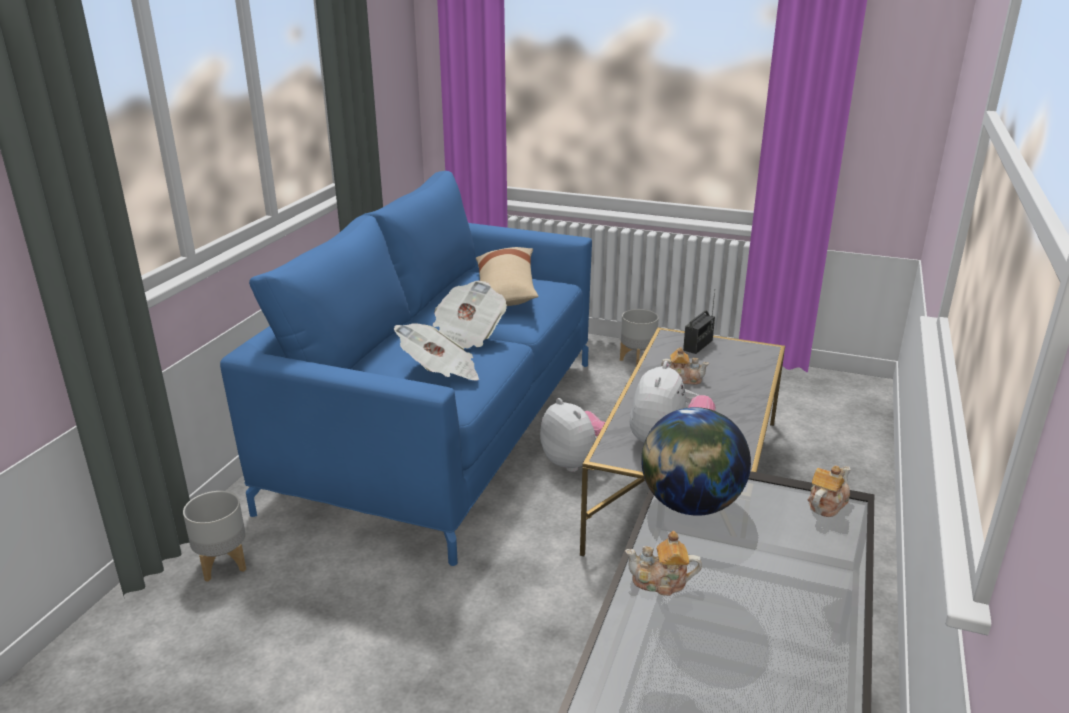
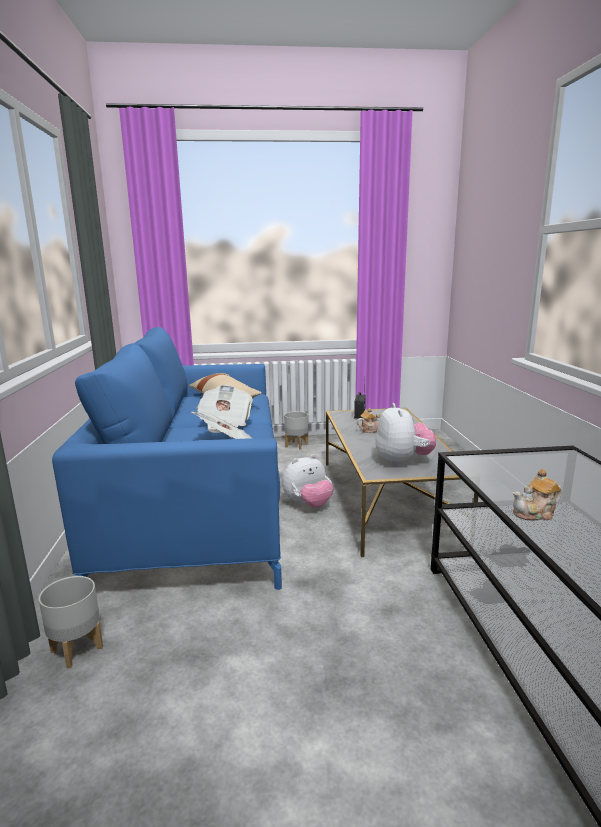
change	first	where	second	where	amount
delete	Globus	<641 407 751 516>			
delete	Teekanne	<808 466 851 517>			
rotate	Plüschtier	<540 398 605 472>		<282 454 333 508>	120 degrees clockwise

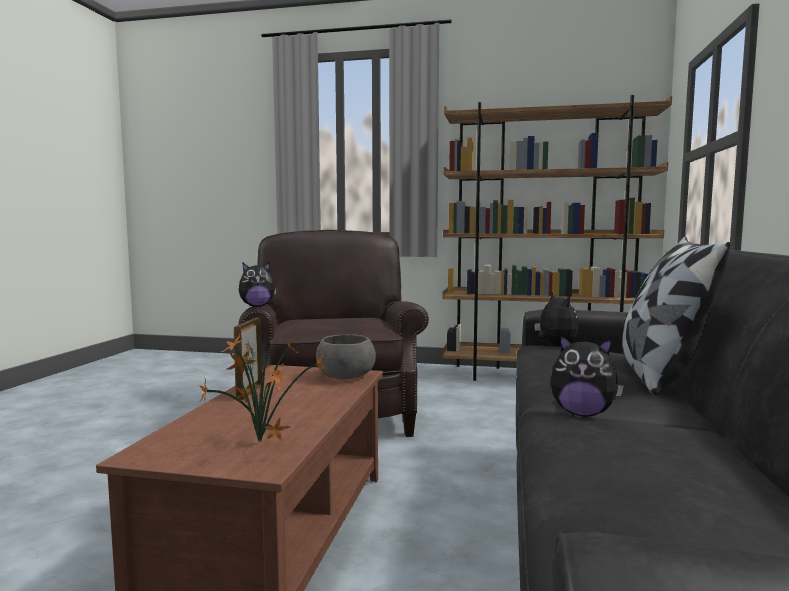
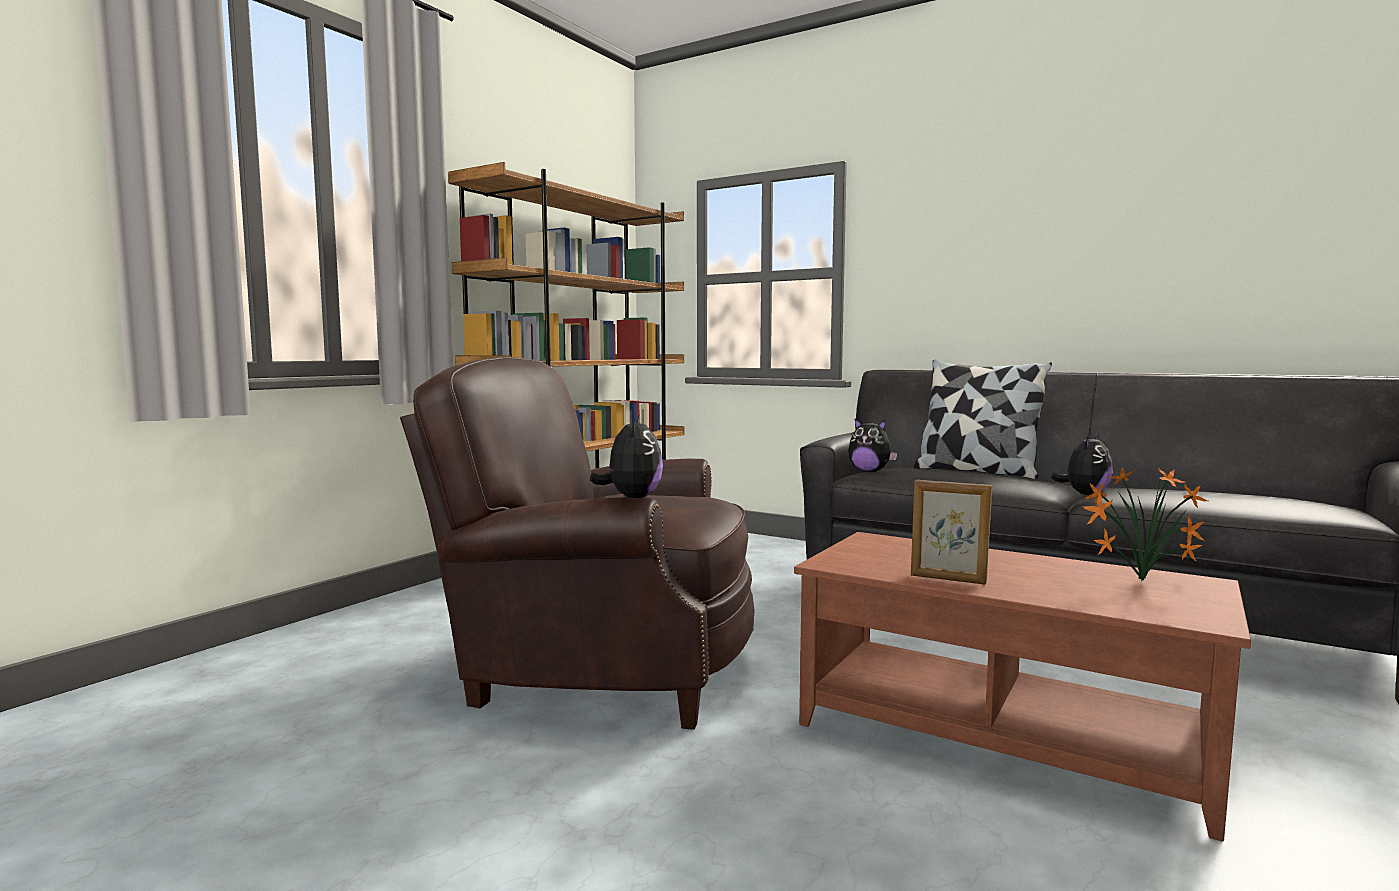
change	first	where	second	where	amount
delete	Schüssel/grau	<316 334 376 379>			
rotate	Plüschtier	<534 292 579 346>		<848 419 897 472>	150 degrees counterclockwise

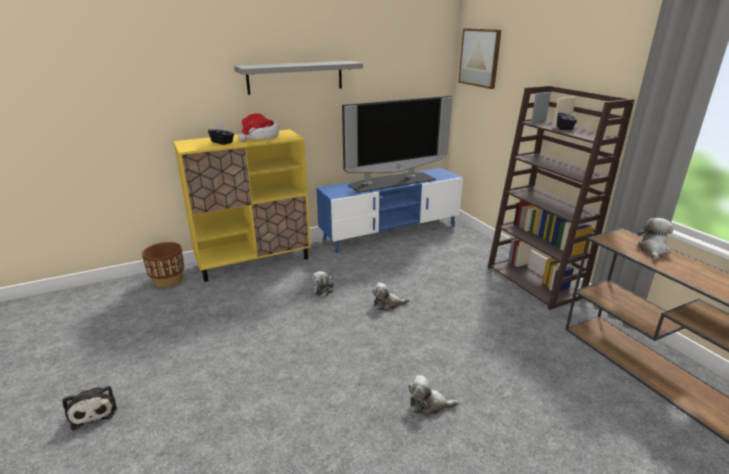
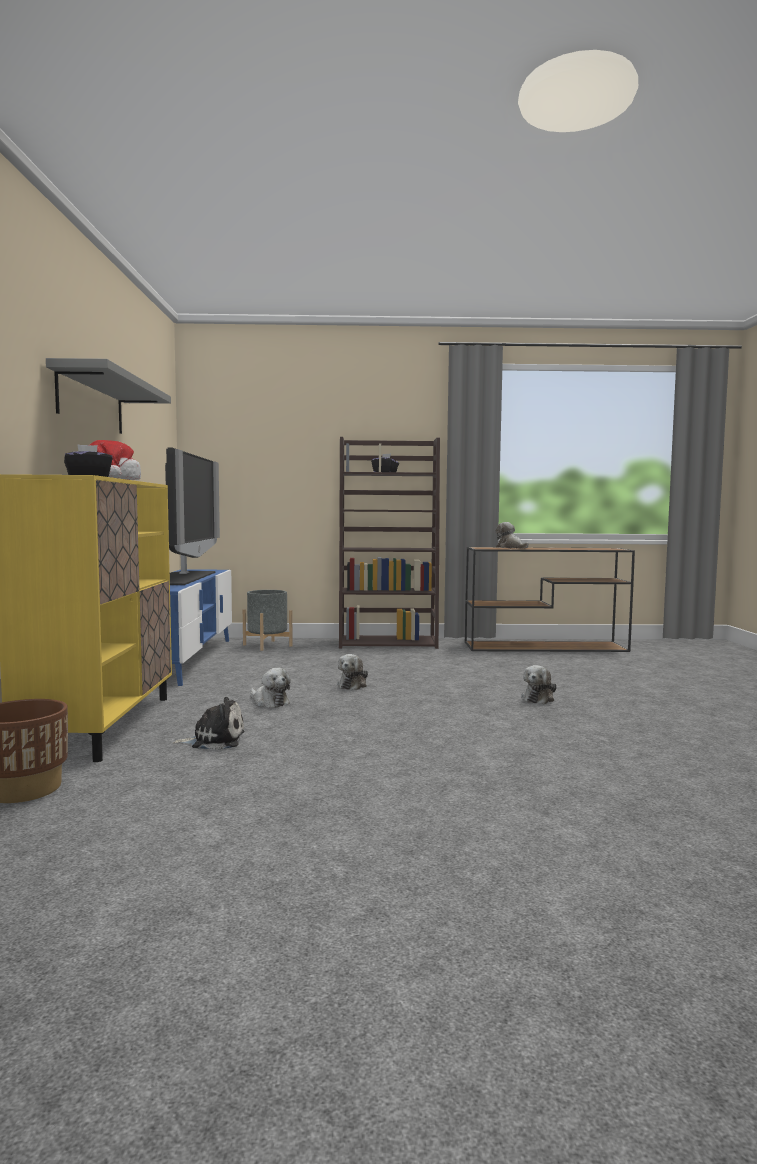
change	first	where	second	where	amount
delete	Bild	<458 28 501 89>			
insert			Pflanzkübel/grau	<243 590 292 651>	
move	Plüschtier	<62 386 117 431>		<173 697 245 750>	

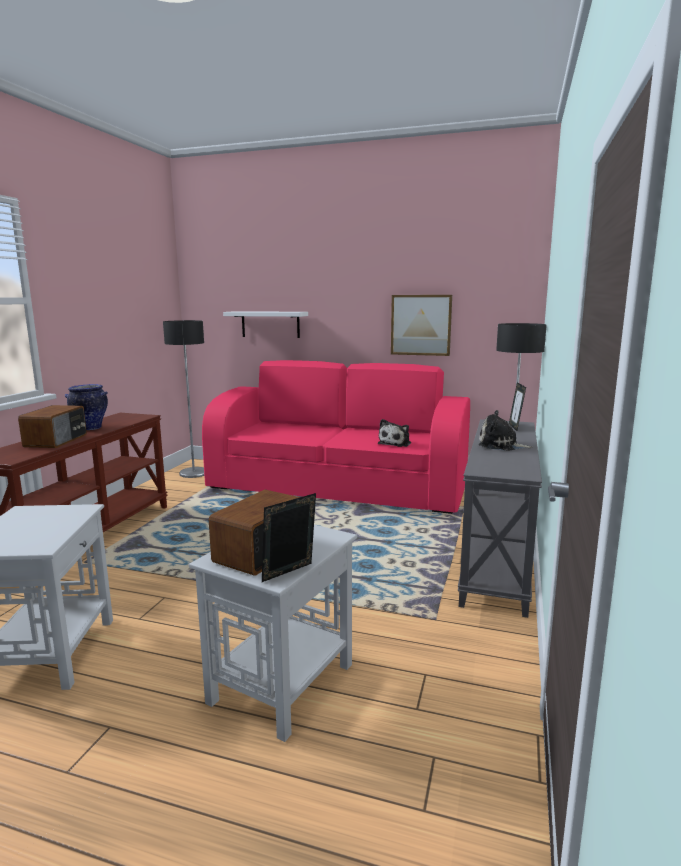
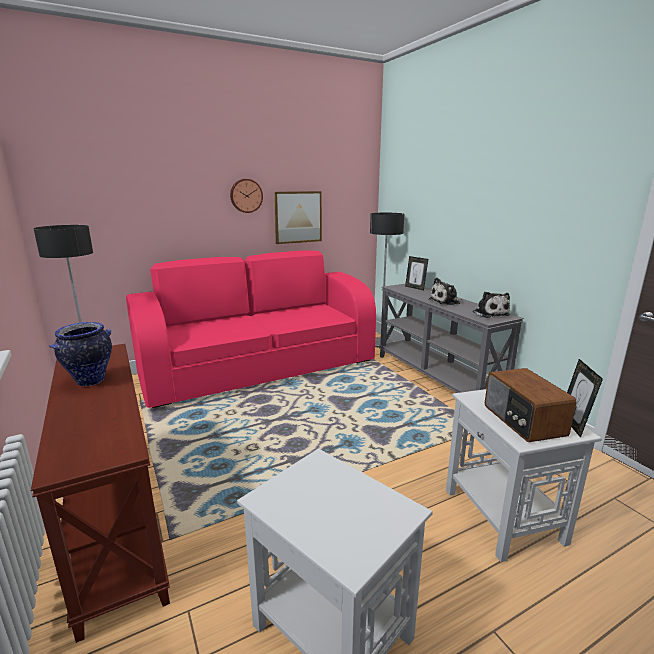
change	first	where	second	where	amount
delete	Radio	<18 405 87 448>			
delete	Wandregal/weiß	<223 311 308 338>			
insert			Wanduhr	<230 179 263 213>	
move	Plüschtier	<378 419 411 447>		<473 292 510 318>	

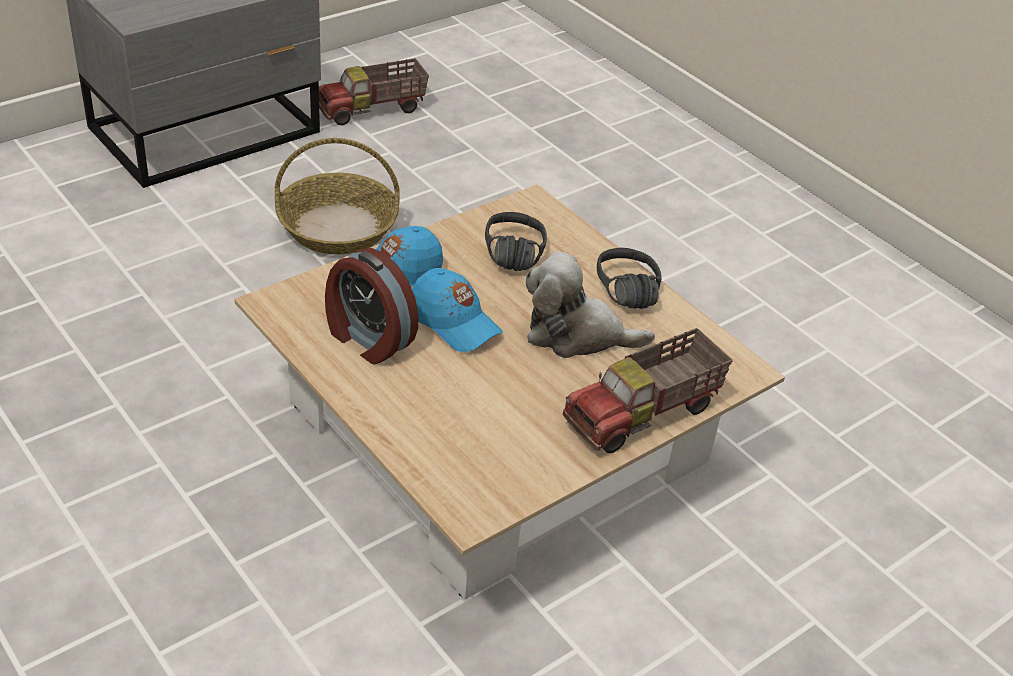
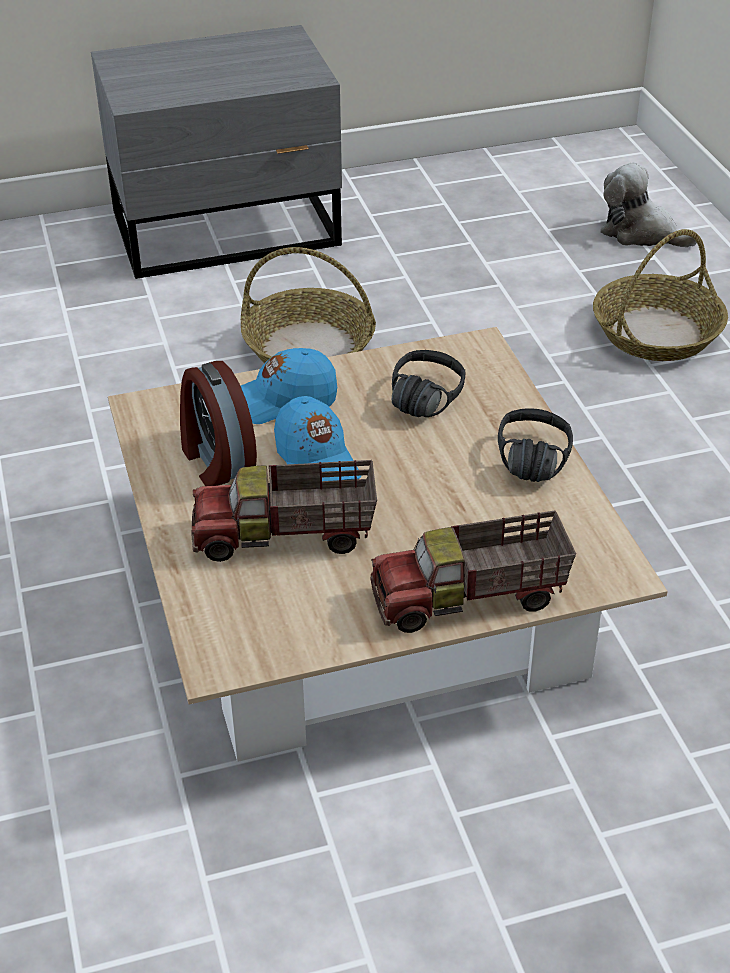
change	first	where	second	where	amount
insert			Korb	<593 229 728 361>	
move	Spielzeuglaster	<319 58 429 125>		<192 460 377 562>	
move	Plüschtier	<526 251 655 358>		<600 162 697 247>	

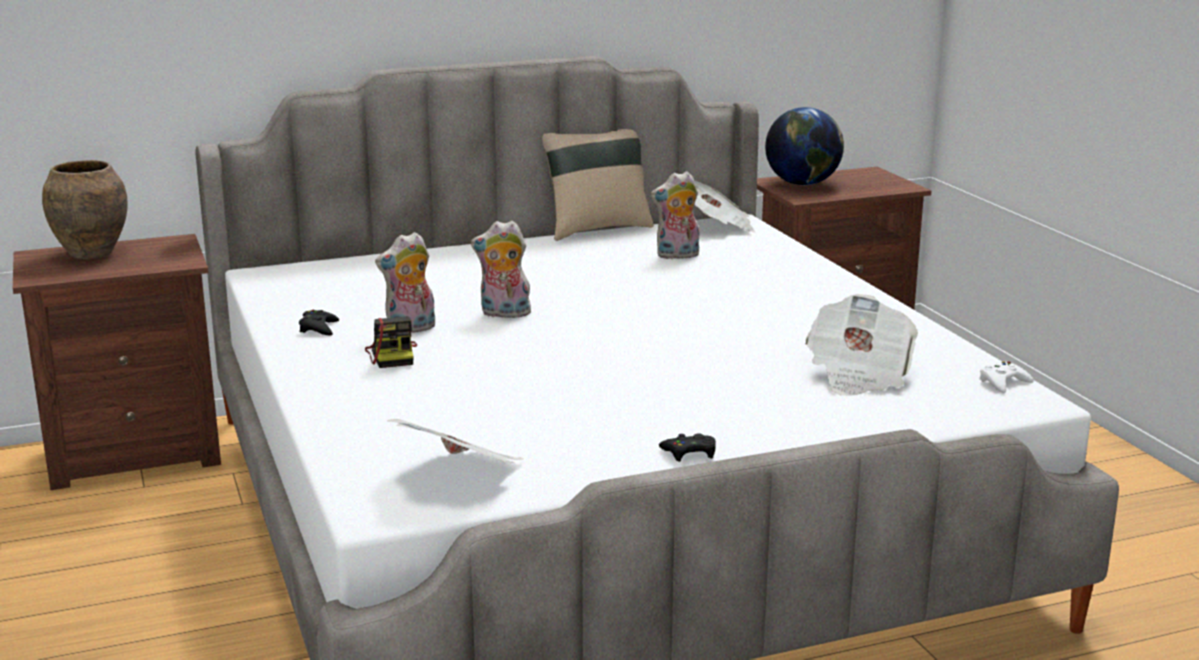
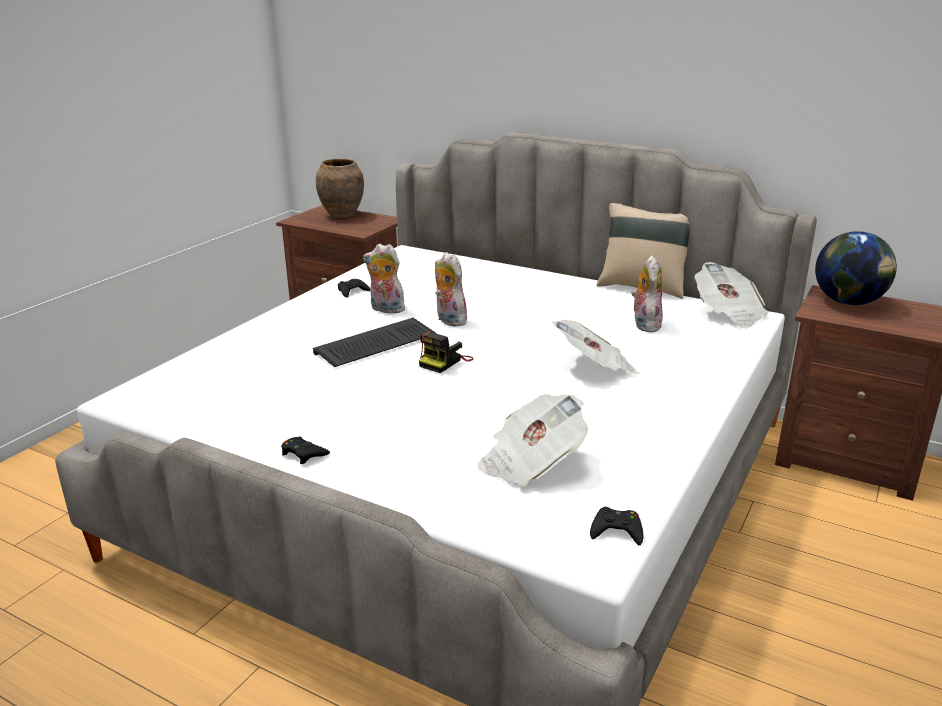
change	first	where	second	where	amount
insert			Tastatur	<313 318 437 367>	
move	Kamera	<365 316 417 368>		<419 331 473 373>	
move	Zeitung	<388 419 524 463>		<552 320 639 374>	
recolor	Gamepad/weiß	<979 361 1034 393>	Gamepad/schwarz	<590 507 644 545>	
rotate	Plüschtier	<651 171 700 259>		<631 256 663 332>	60 degrees clockwise

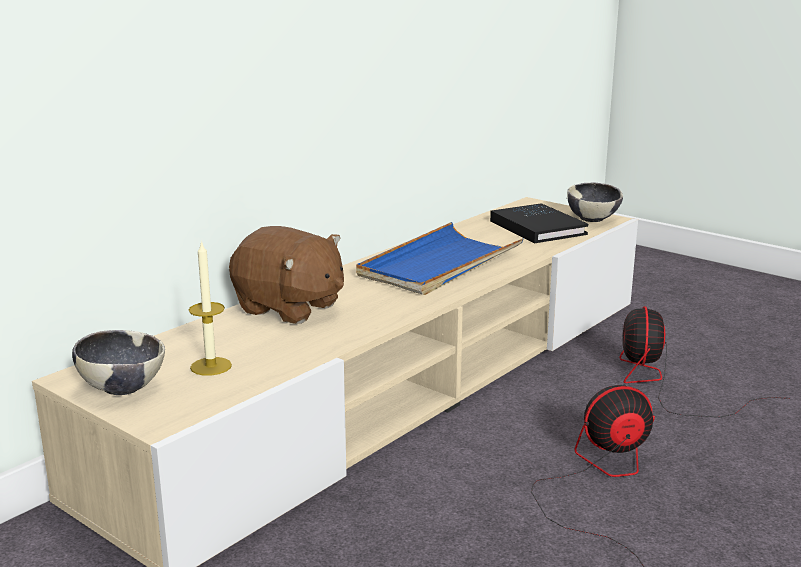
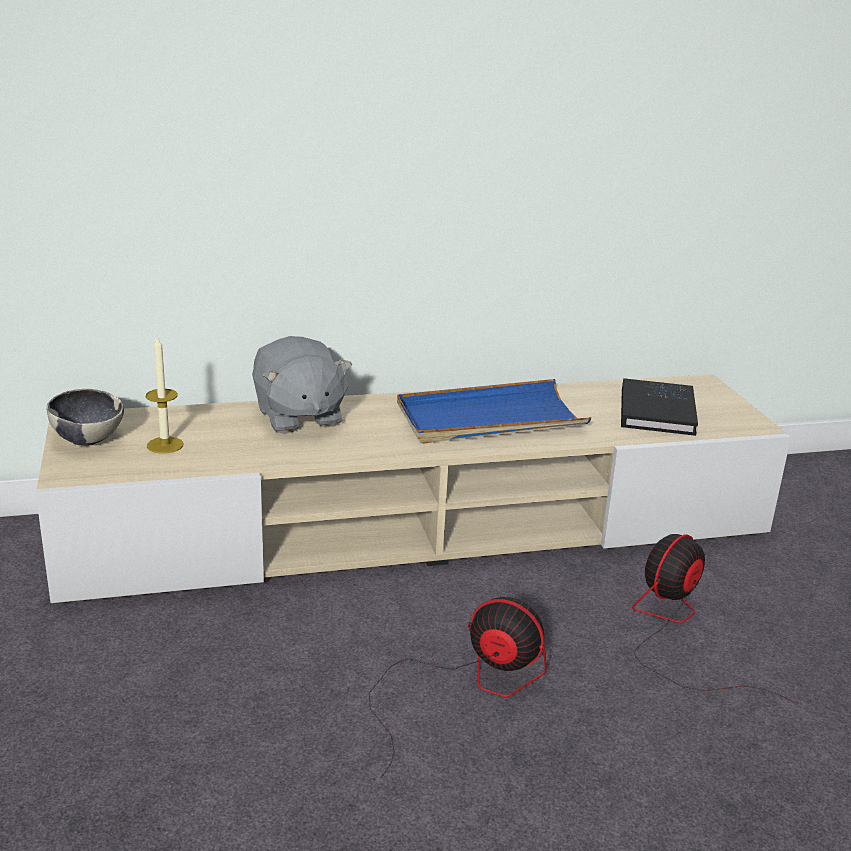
change	first	where	second	where	amount
delete	Schüssel	<567 182 623 222>			
recolor	Plüschtier/braun	<229 226 344 324>	Plüschtier/grau	<252 336 352 434>	

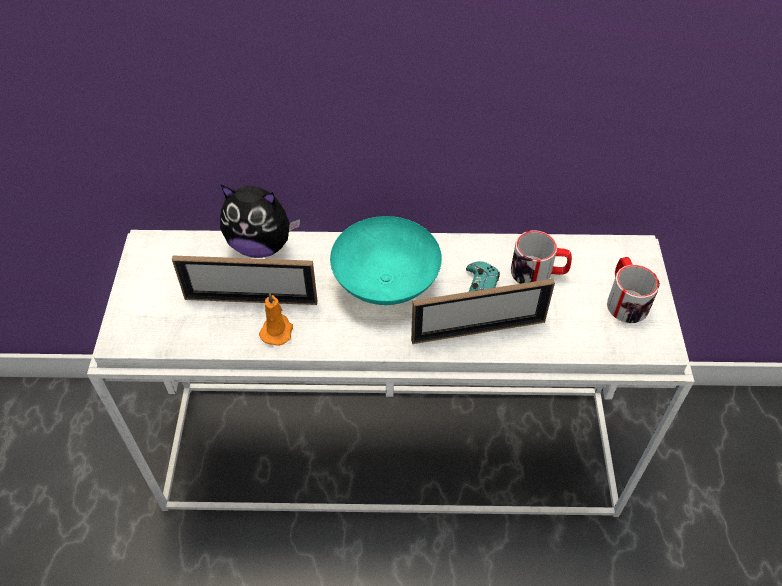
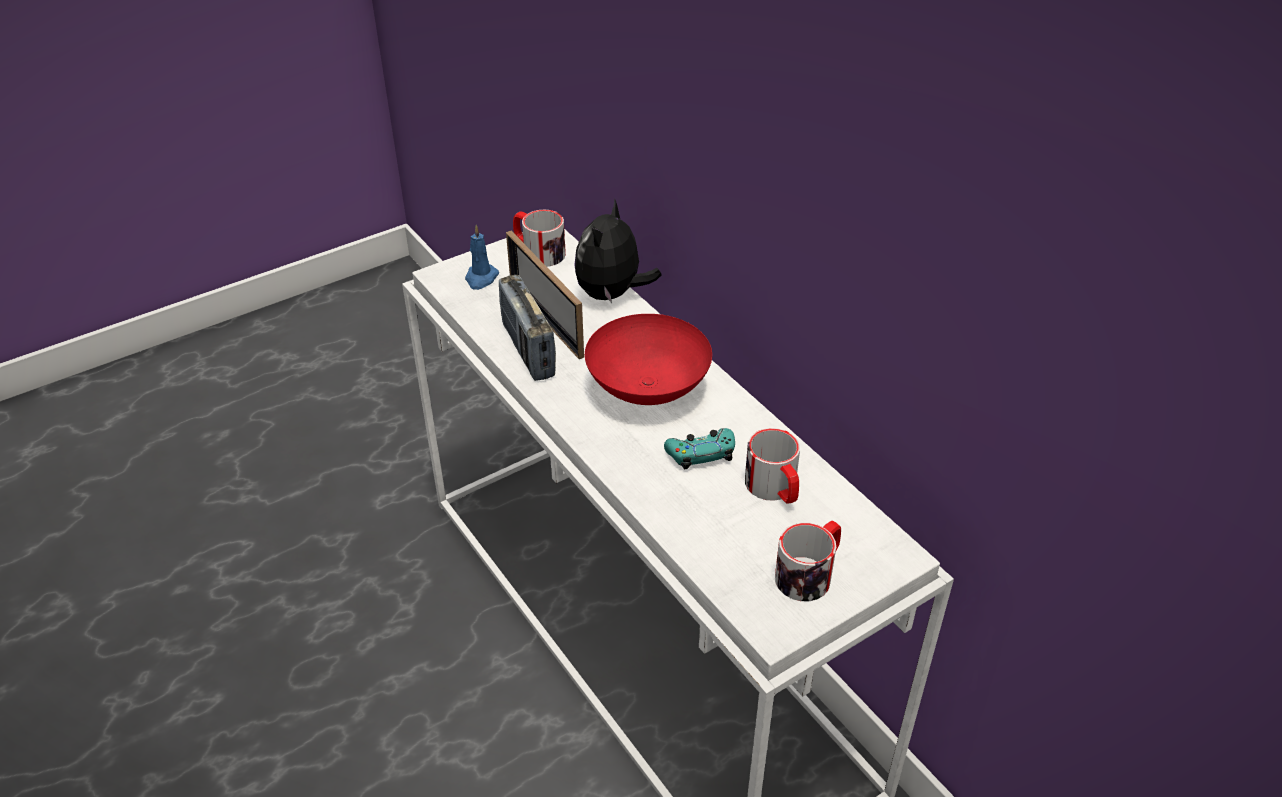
change	first	where	second	where	amount
delete	Bilderrahmen	<411 279 555 344>			
insert			Kerze/blau	<465 225 499 290>	
insert			Henkelbecher	<513 209 566 267>	
replace	Kerze/orange	<259 293 293 346>	Radio	<499 275 556 381>	
recolor	Schüssel/türkis	<330 216 442 305>	Schüssel/rot	<585 314 712 405>	
rotate	Plüschtier	<220 184 300 258>		<574 198 661 303>	45 degrees clockwise

